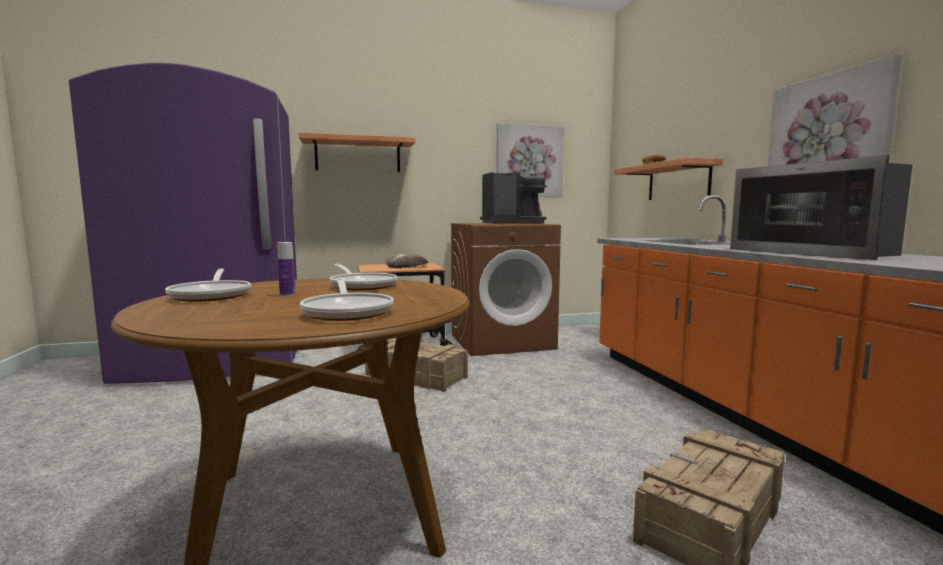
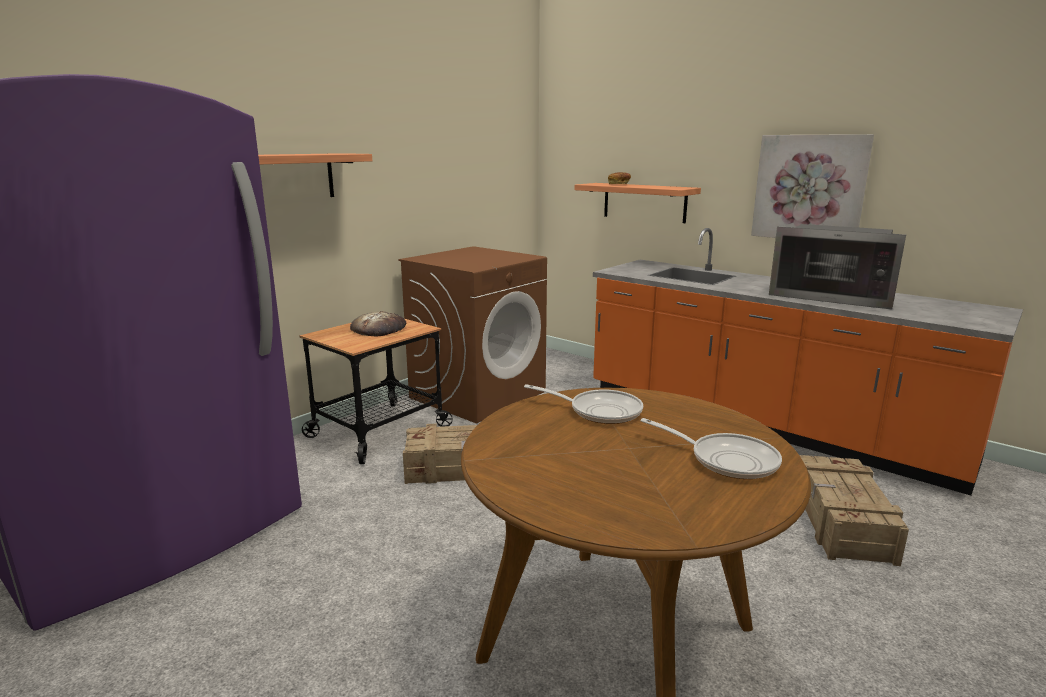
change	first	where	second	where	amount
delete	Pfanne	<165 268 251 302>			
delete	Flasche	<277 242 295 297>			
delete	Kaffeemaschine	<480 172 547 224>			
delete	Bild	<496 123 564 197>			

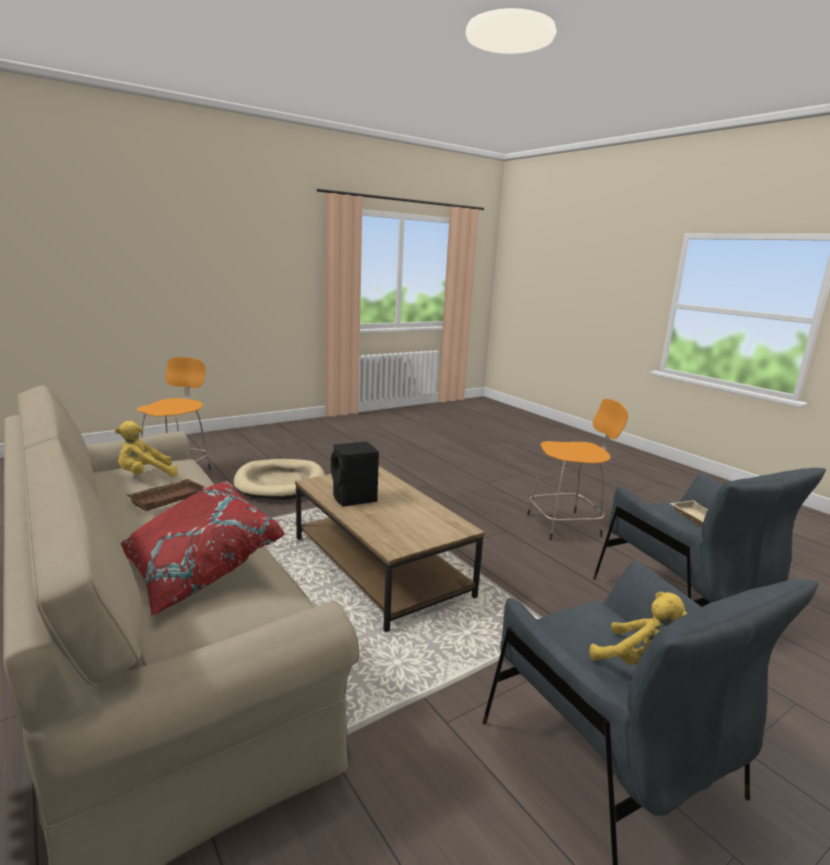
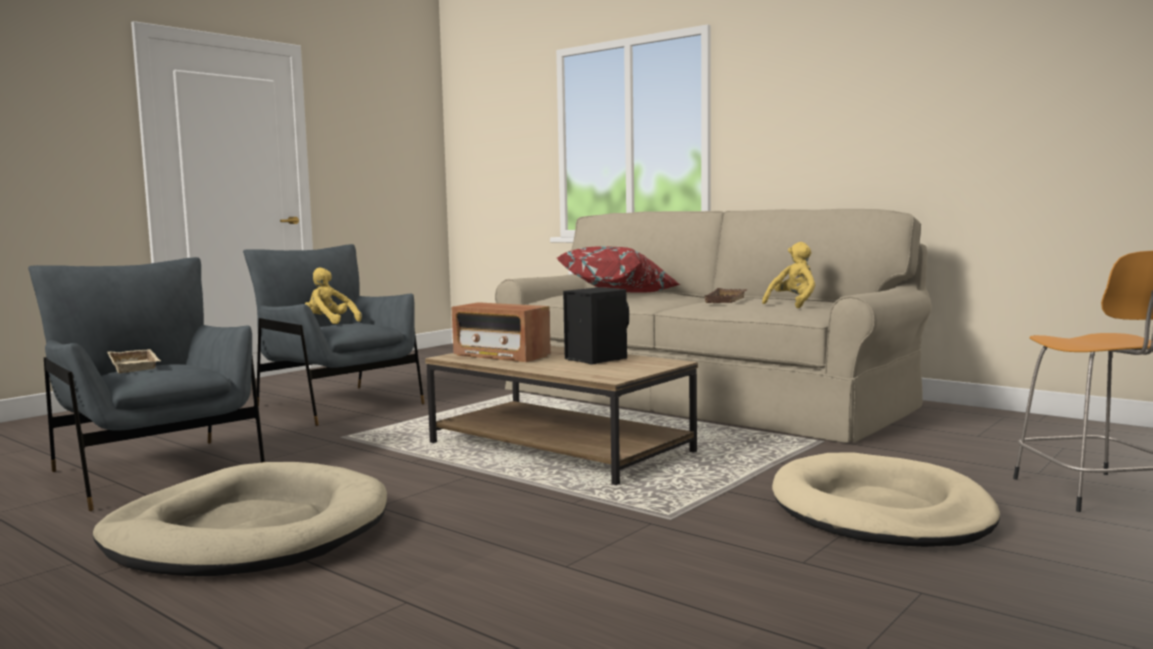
change	first	where	second	where	amount
insert			Radio	<452 302 551 362>	
replace	Hocker/orange	<527 399 628 540>	Hundebett/beige	<93 462 387 576>	

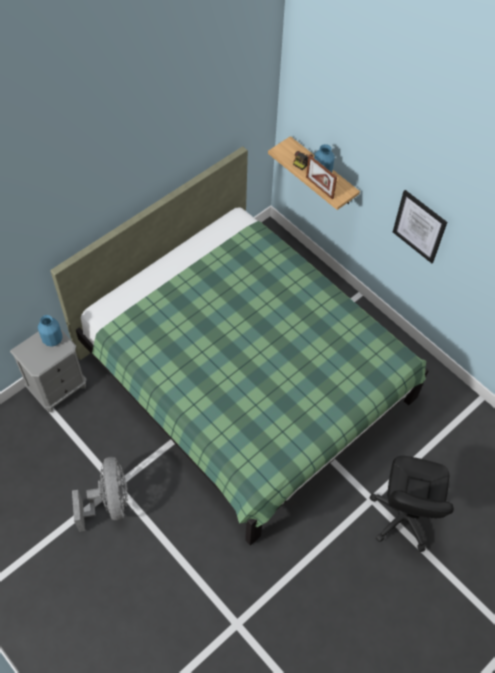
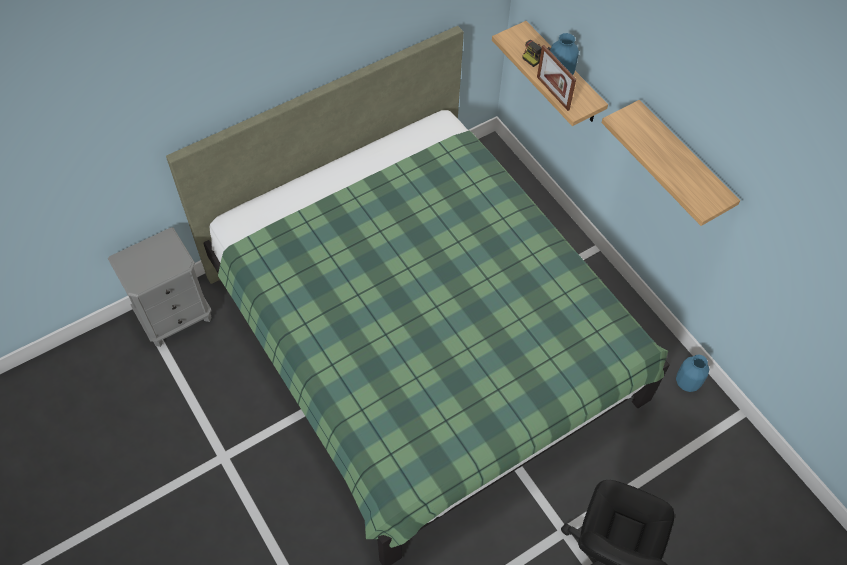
change	first	where	second	where	amount
delete	Ventilator/grau	<72 457 128 532>			
move	Vase/blau	<38 315 63 347>		<676 354 709 392>	
replace	Bild	<393 190 447 263>	Wandregal	<601 100 740 226>	

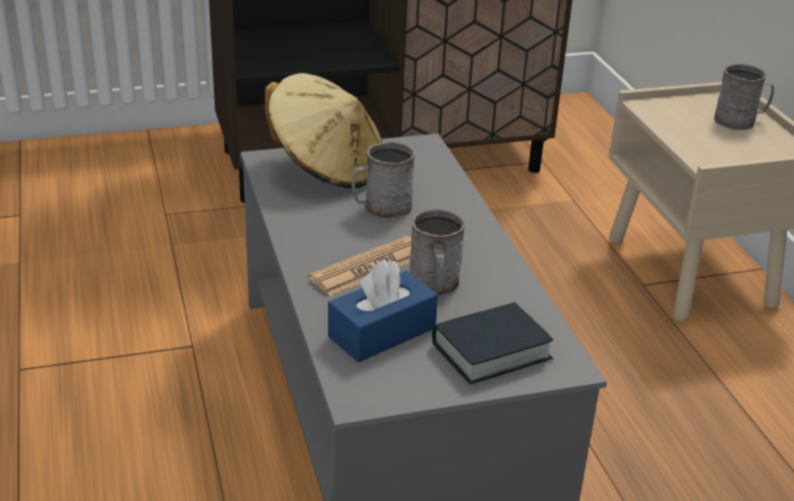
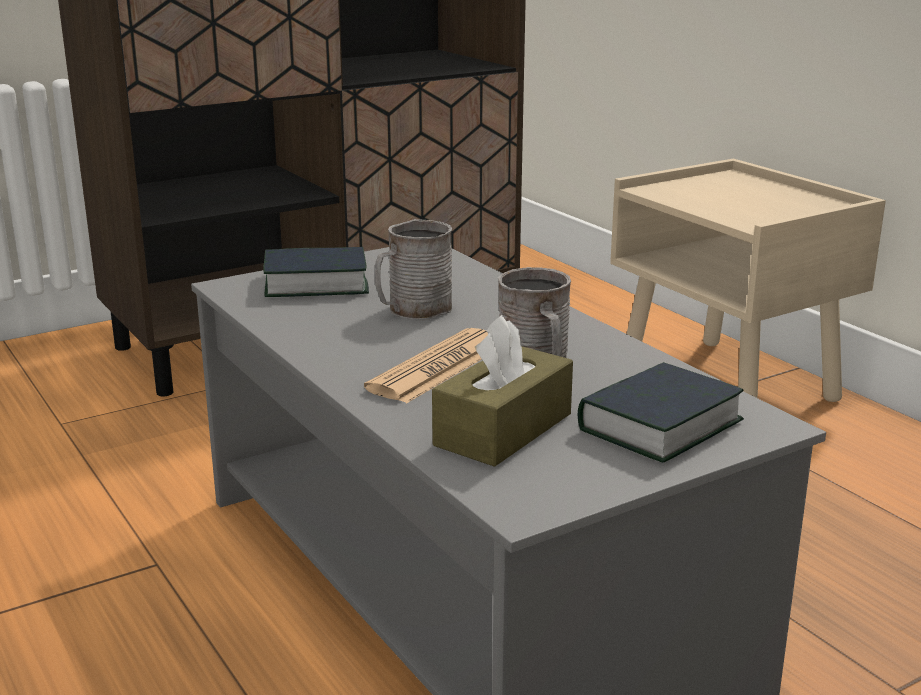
change	first	where	second	where	amount
delete	Henkelbecher/grau	<714 64 774 130>			
replace	Hut/beige	<265 73 382 188>	Buch	<263 247 369 297>	
recolor	Taschentuchbox/blau	<328 260 438 363>	Taschentuchbox/braun	<432 315 573 467>	

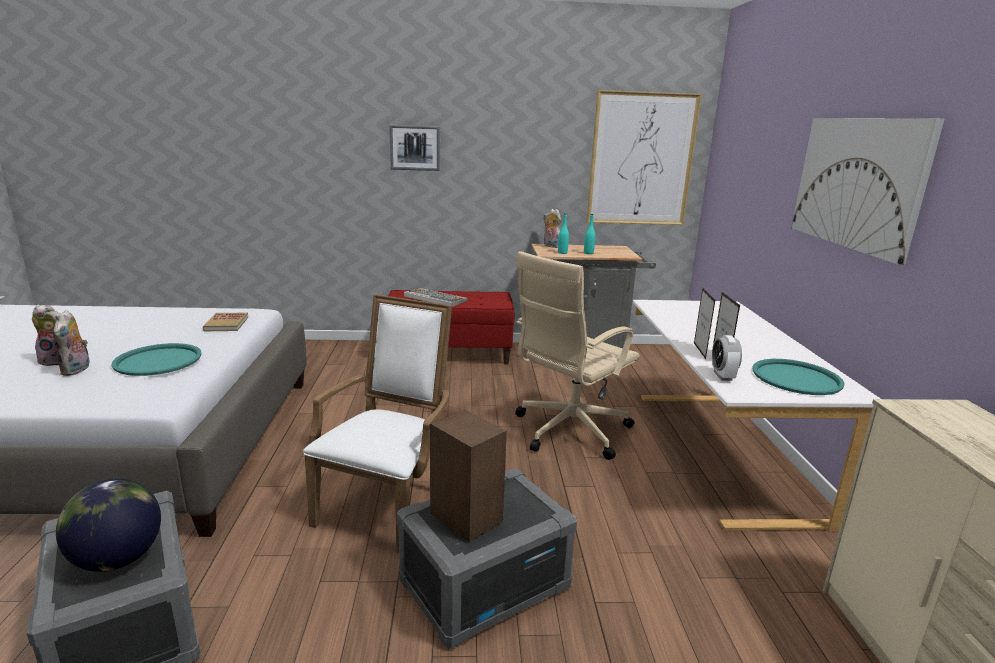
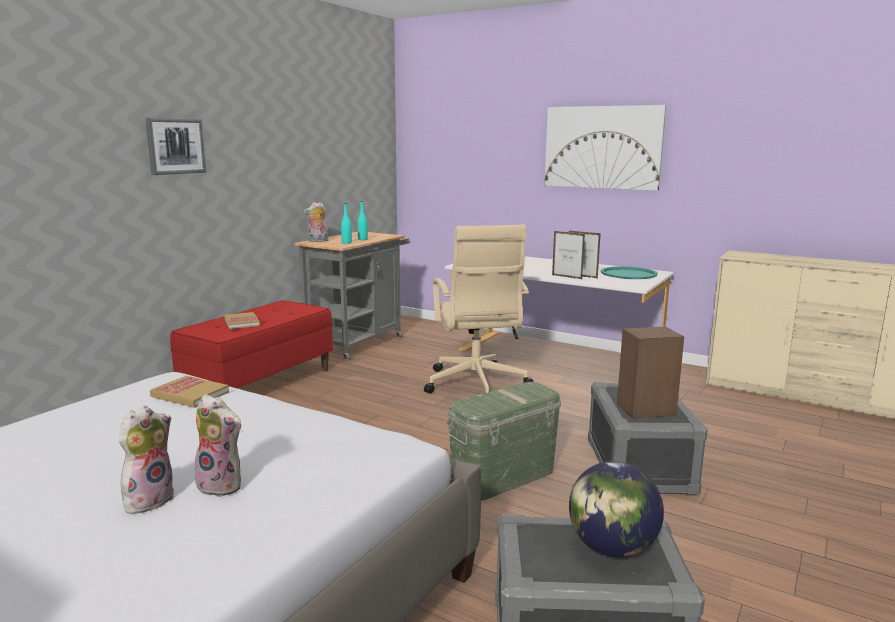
change	first	where	second	where	amount
delete	Tablett/türkis	<111 343 202 376>			
delete	Bild	<587 90 702 225>			
delete	Wecker	<712 335 742 381>			
replace	Sessel/weiß	<303 295 452 553>	Aufbewahrungsbox/grün	<447 382 561 501>	
replace	Tastatur	<404 288 468 307>	Buch	<224 312 260 329>	

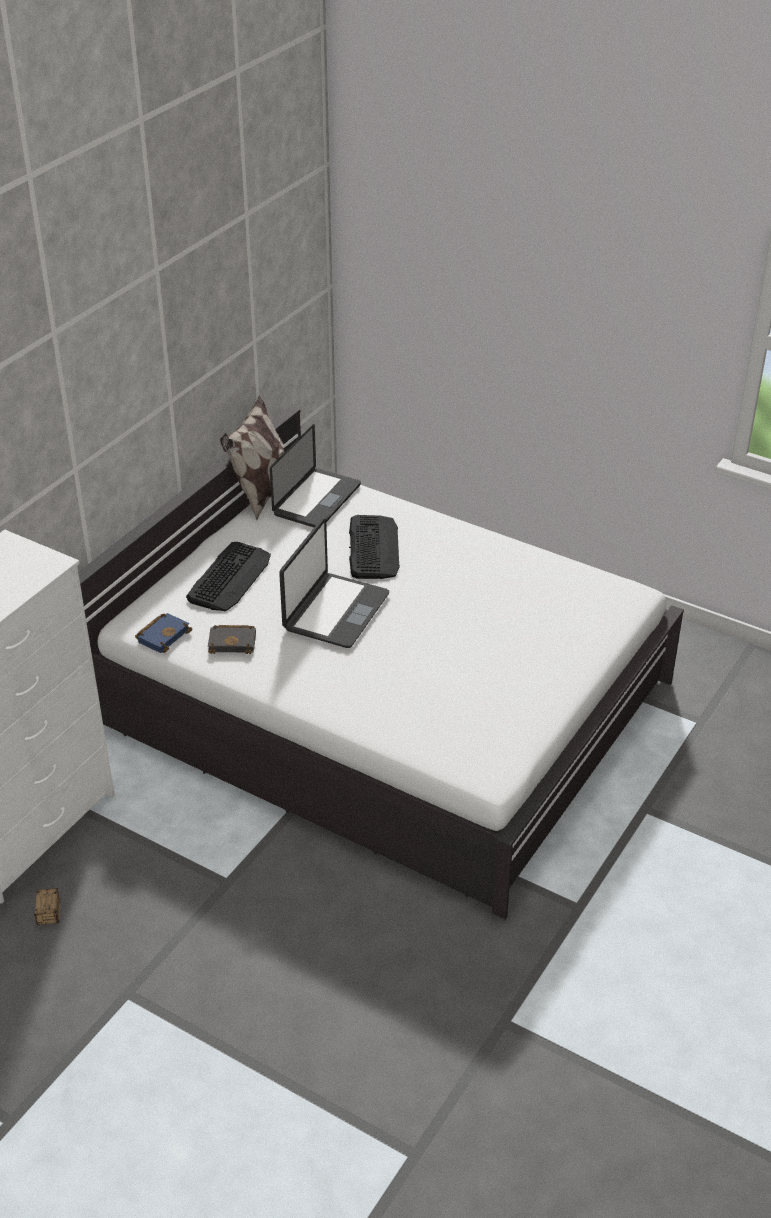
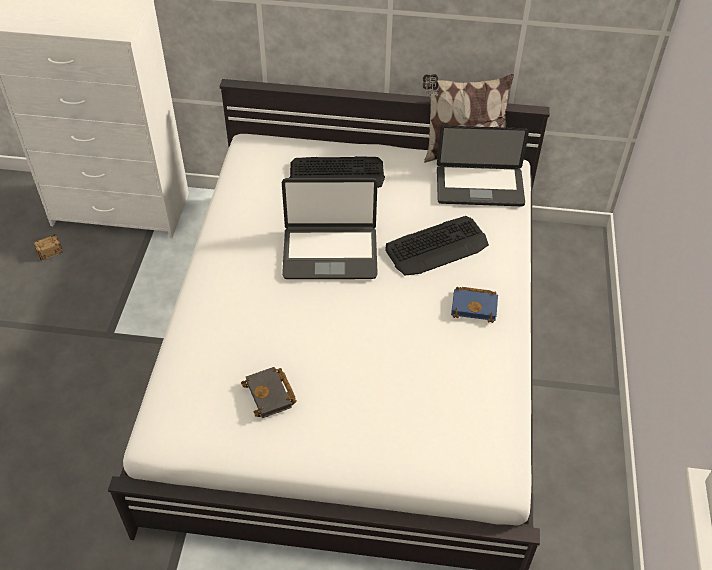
change	first	where	second	where	amount
move	Buch/blau	<135 613 192 653>		<451 287 498 323>	
move	Buch/schwarz	<208 625 256 654>		<241 367 297 418>	

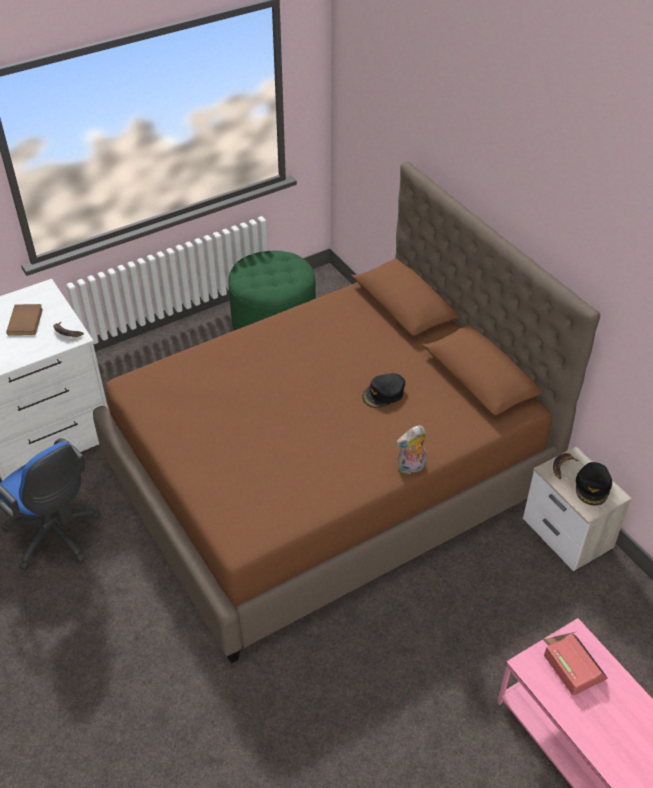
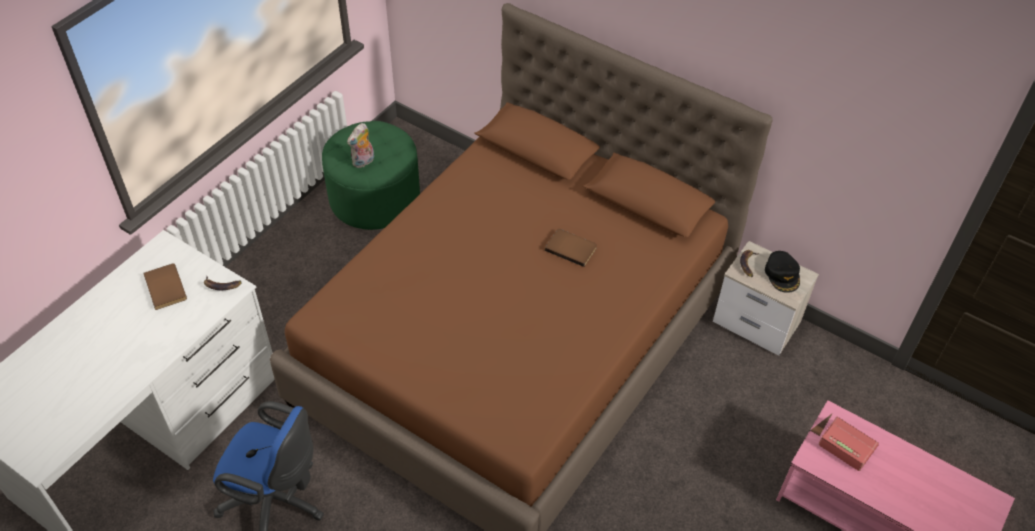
change	first	where	second	where	amount
move	Plüschtier	<396 425 426 474>		<347 123 374 168>	
replace	Kappe/schwarz	<362 373 405 408>	Buch/braun	<545 229 597 267>	

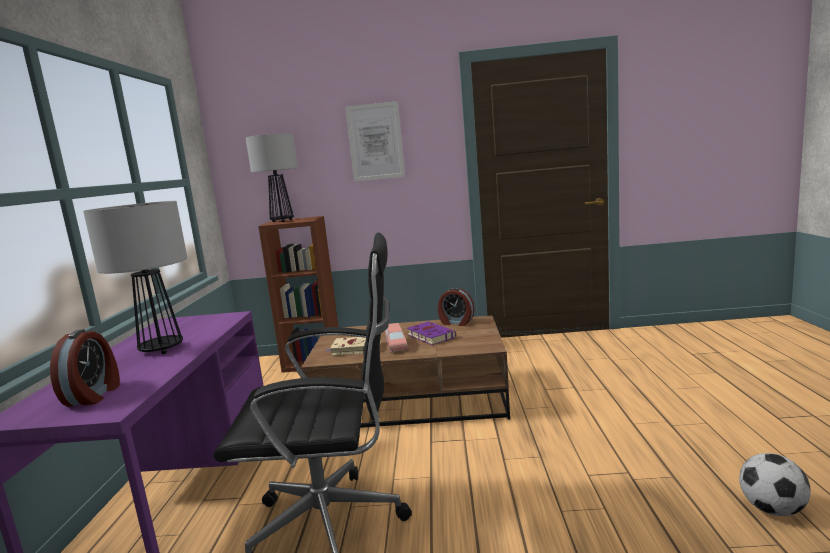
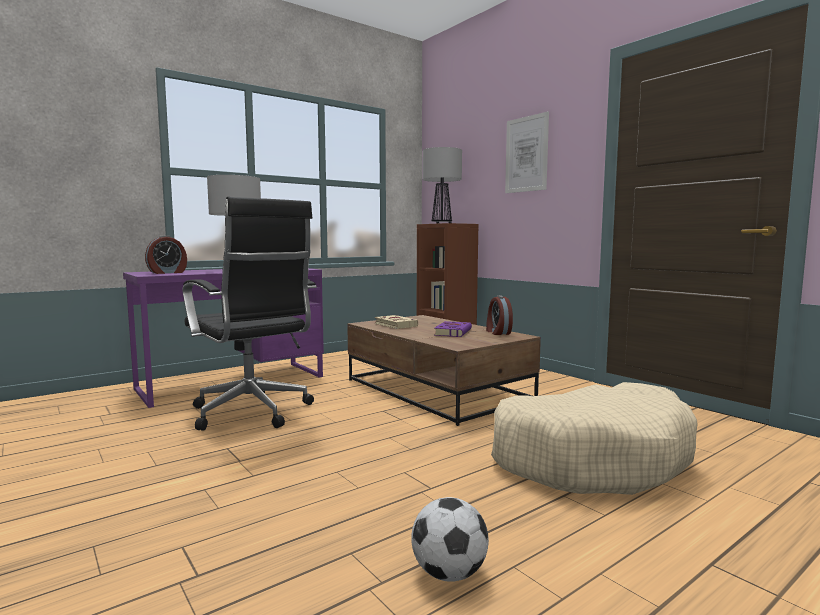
change	first	where	second	where	amount
delete	Spielzeugauto/rosa	<385 323 408 353>			
insert			Hundebett/beige	<491 382 698 495>	

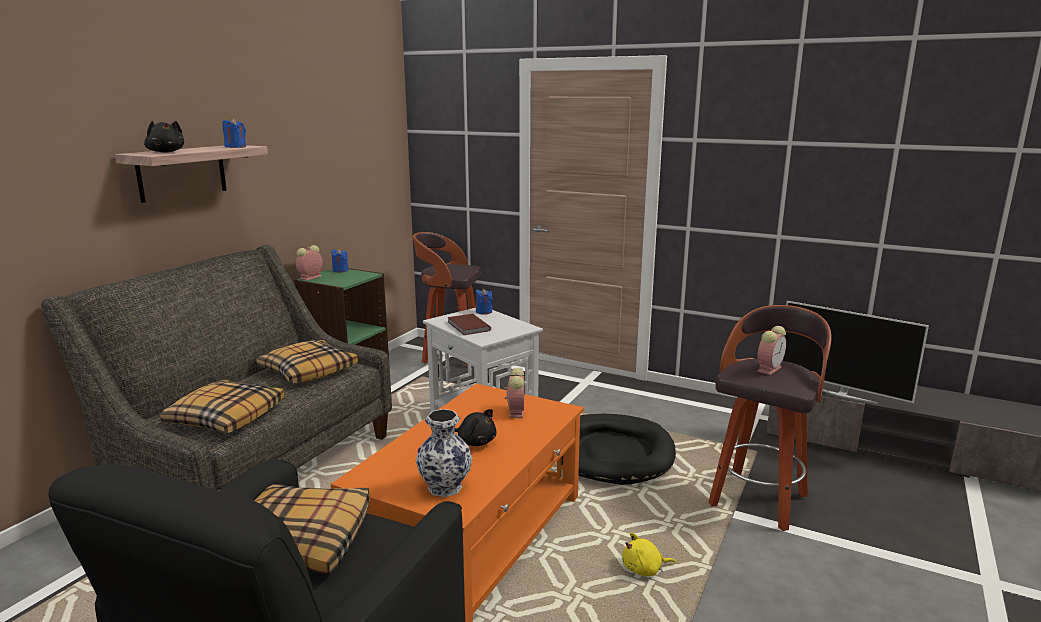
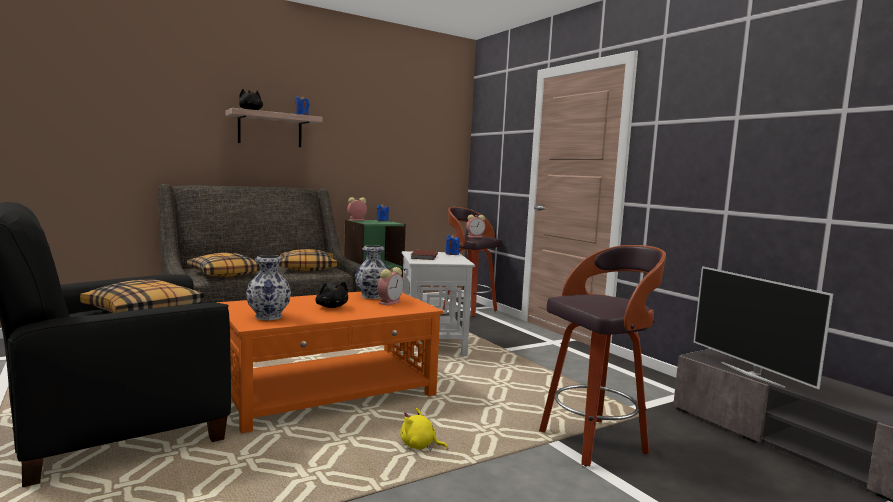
change	first	where	second	where	amount
delete	Hundebett/schwarz	<562 414 676 485>			
insert			Vase	<355 245 389 299>	
move	Wecker	<757 326 786 375>		<466 215 485 238>	

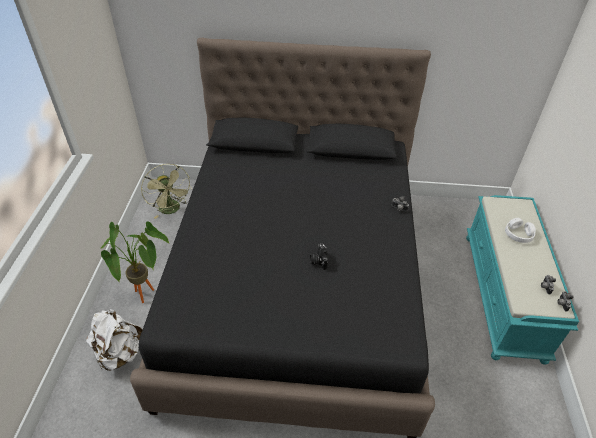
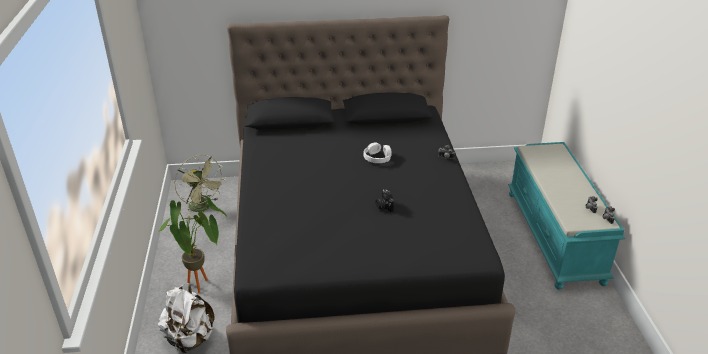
change	first	where	second	where	amount
move	Kopfhörer/weiß	<505 218 536 243>		<363 142 392 163>	

